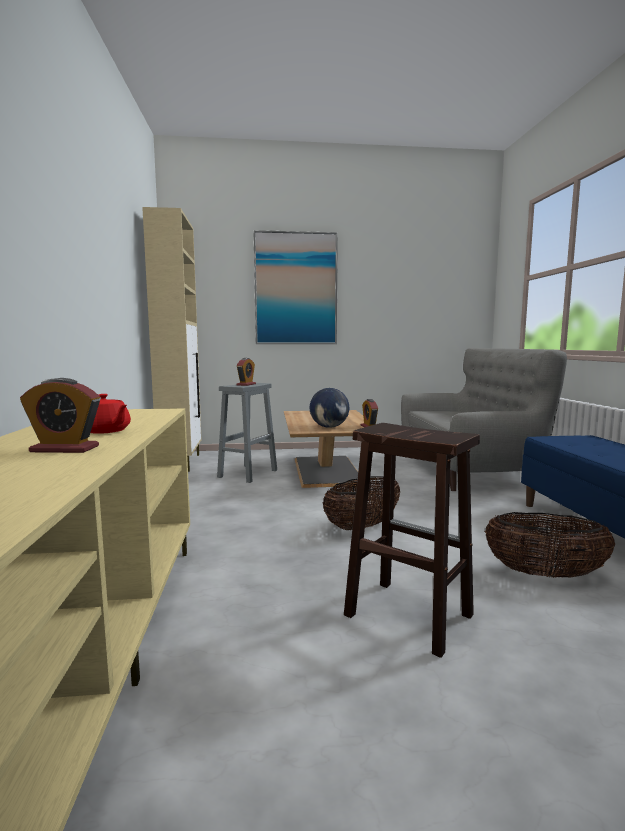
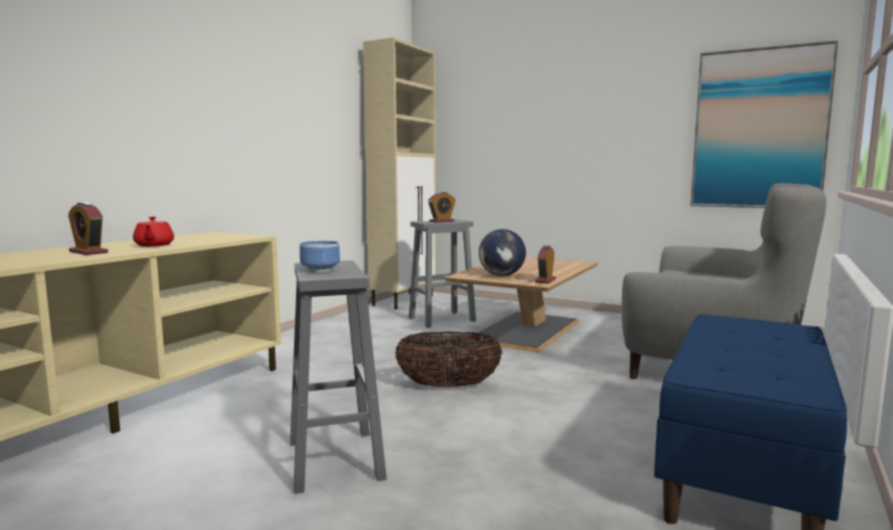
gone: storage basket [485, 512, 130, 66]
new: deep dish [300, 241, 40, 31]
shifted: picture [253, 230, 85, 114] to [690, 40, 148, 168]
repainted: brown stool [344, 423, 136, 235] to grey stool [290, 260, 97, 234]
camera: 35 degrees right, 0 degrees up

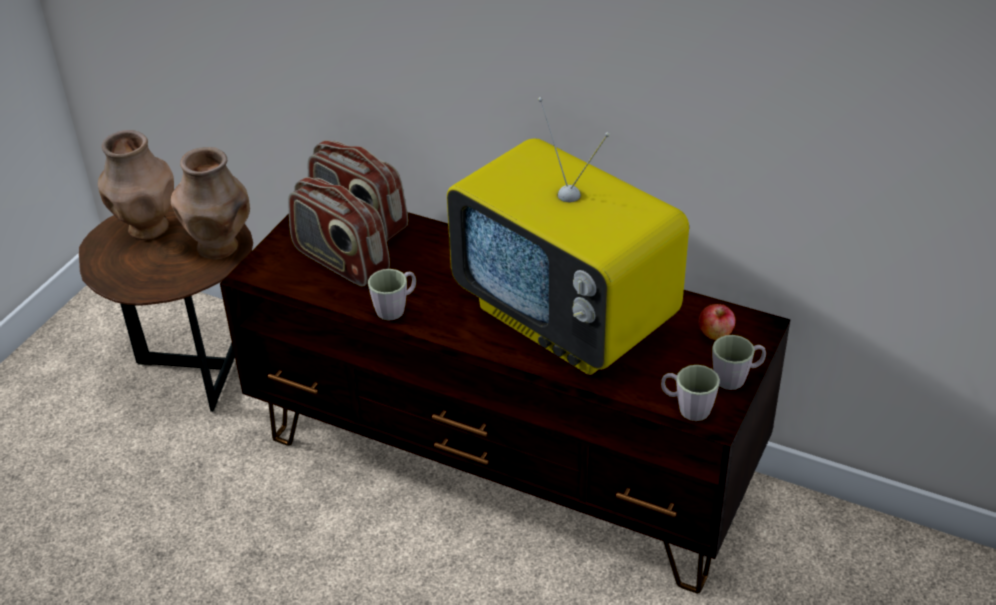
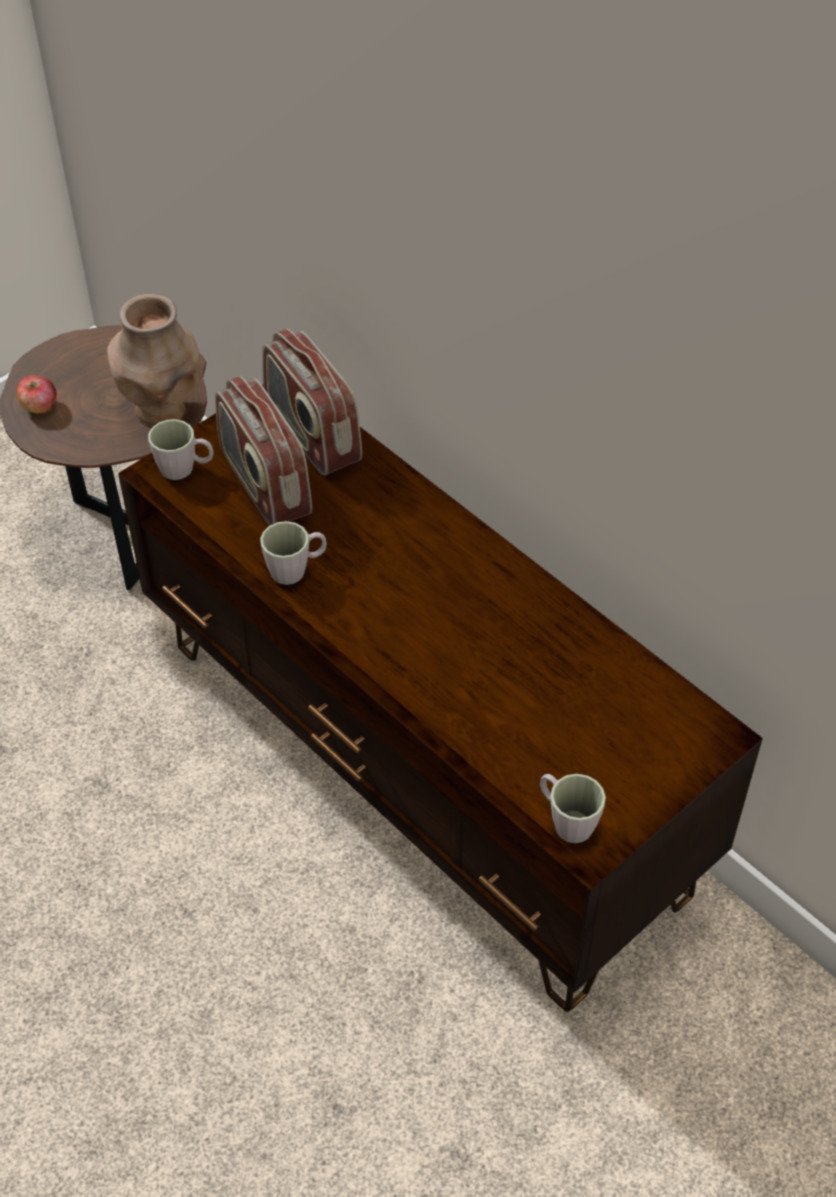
gone: brown decorative vase [98, 130, 76, 110]; TV [447, 97, 242, 278]
shifted: apple [699, 304, 37, 36] to [16, 375, 41, 39]; grey tea mug [712, 335, 54, 55] to [148, 419, 66, 61]
camera: 20 degrees right, 10 degrees up

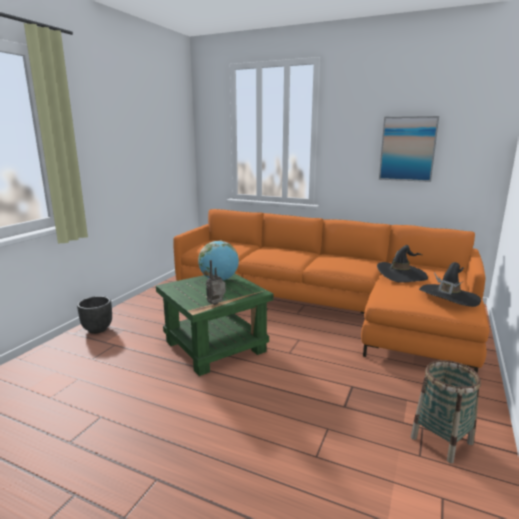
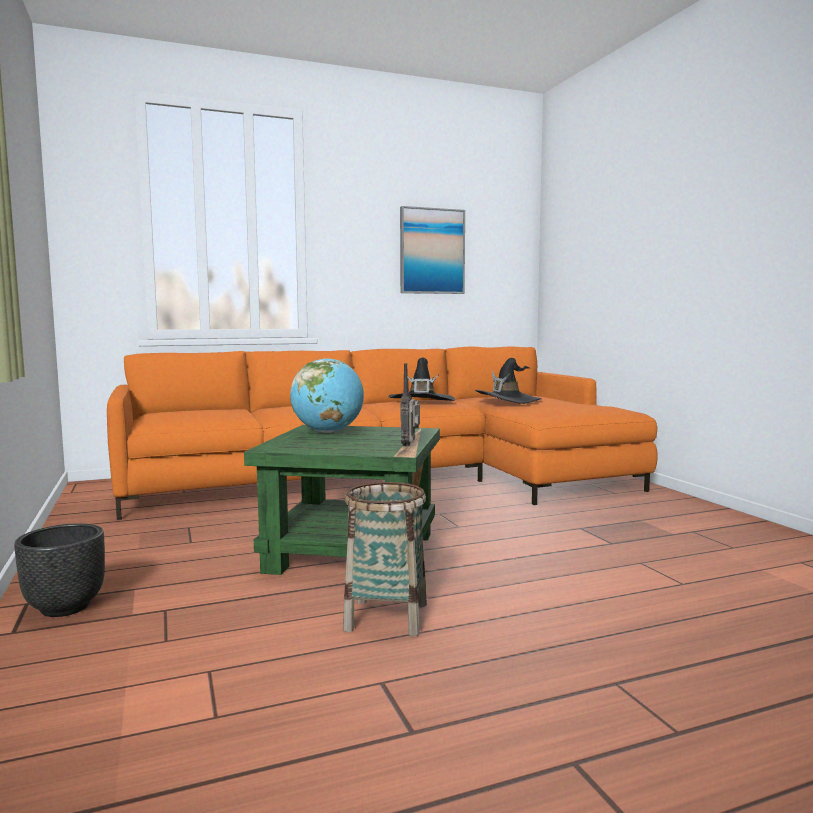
shifted: storage basket [411, 360, 70, 104] to [343, 482, 84, 154]; blackish clothing hat [419, 262, 62, 45] to [388, 357, 67, 44]
camera: 45 degrees left, 10 degrees down

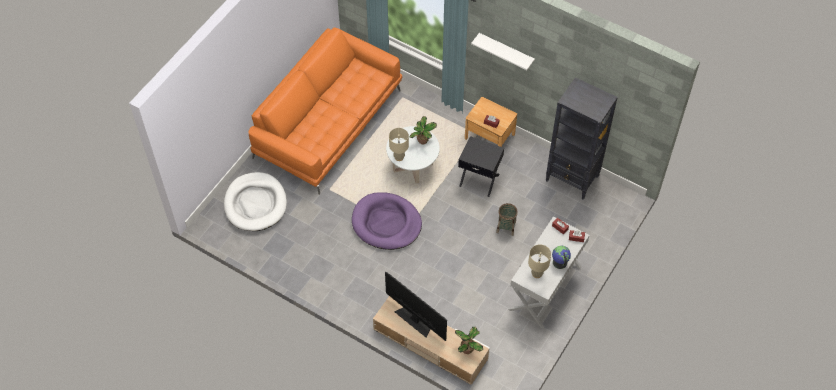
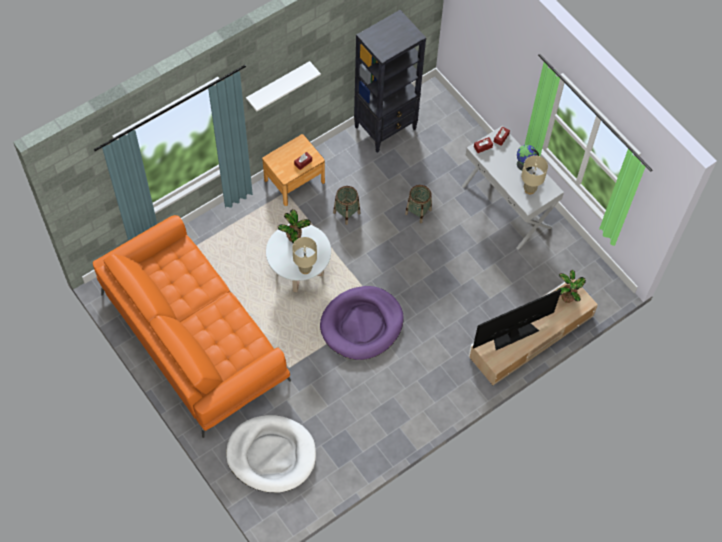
swapped: blackish end table [458, 136, 46, 61] to storage basket [333, 186, 27, 39]
camera: 70 degrees left, 5 degrees up

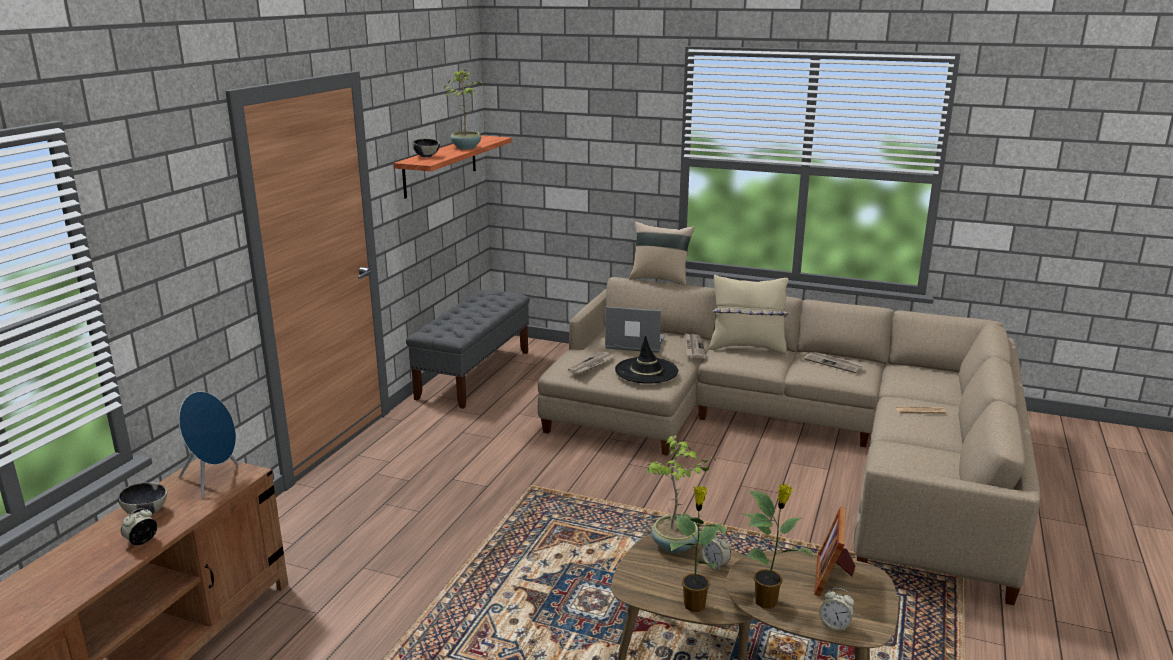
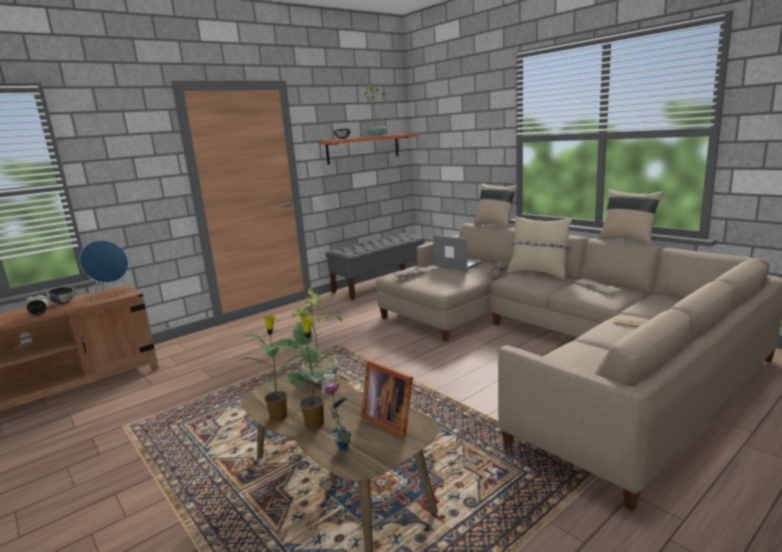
gone: blackish clothing hat [615, 335, 63, 49]
new: sand-coloured pillow [598, 189, 66, 56]
swapped: table clock [819, 588, 35, 44] to decorative vase [325, 383, 26, 69]
rotated: photo frame [814, 507, 41, 89] = [361, 360, 52, 78] 90 degrees counterclockwise
camera: 30 degrees right, 5 degrees down

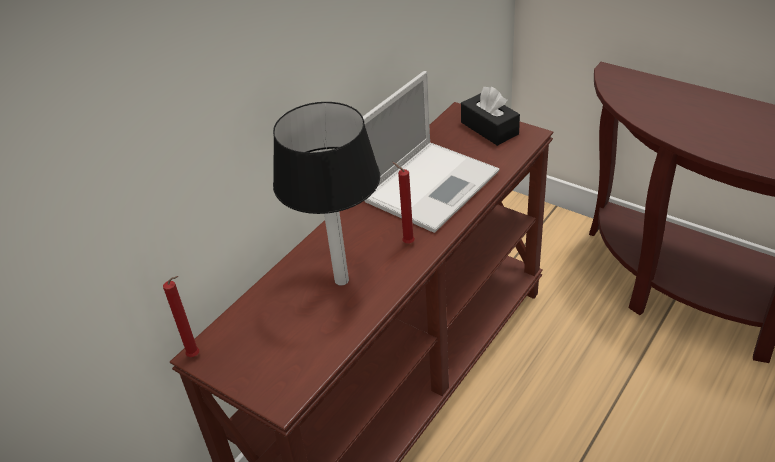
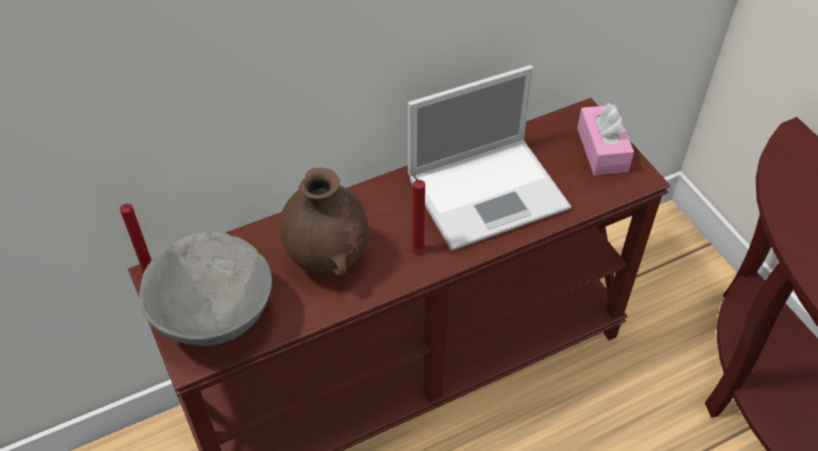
new: grey deep dish [139, 231, 133, 115]
swapped: table lamp [273, 102, 107, 183] to brown decorative vase [280, 168, 89, 108]
repainted: blackish tissue holder [461, 86, 59, 60] to pink tissue holder [577, 103, 57, 72]
camera: 25 degrees right, 10 degrees up

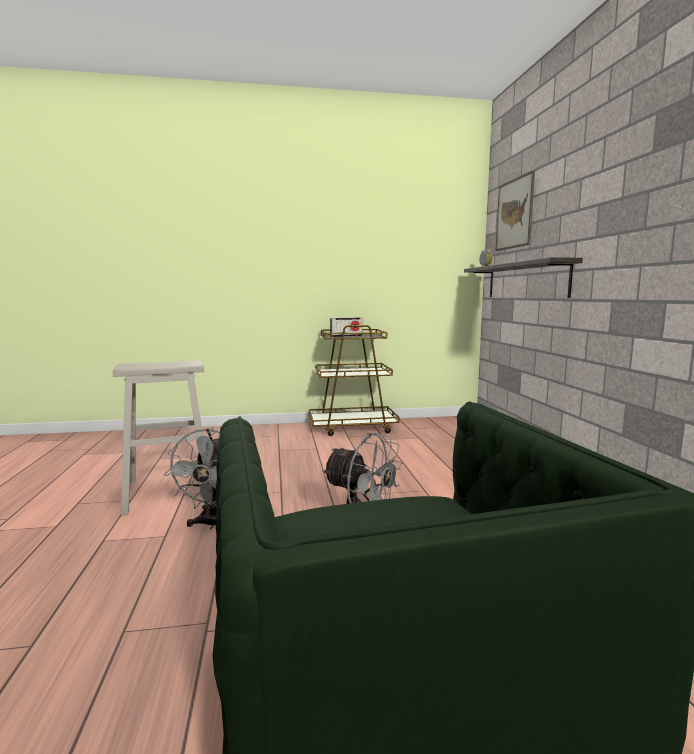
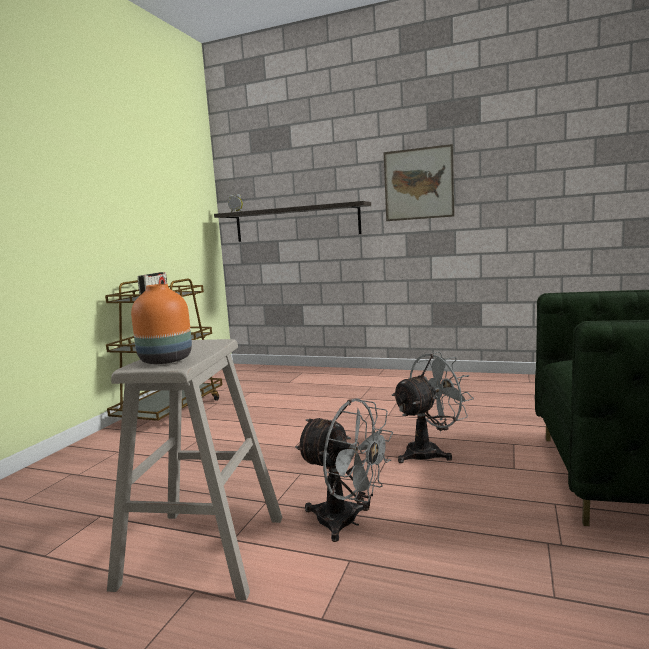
new: orange decorative vase [131, 284, 61, 80]
shifted: picture [495, 170, 40, 81] to [384, 144, 71, 77]
camera: 60 degrees left, 0 degrees up

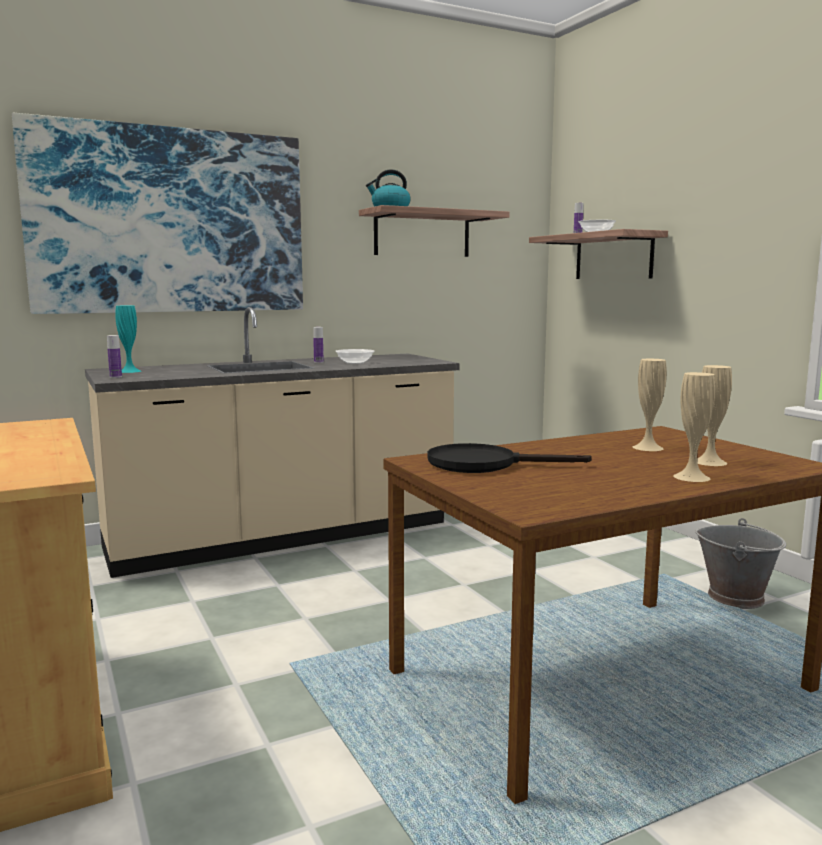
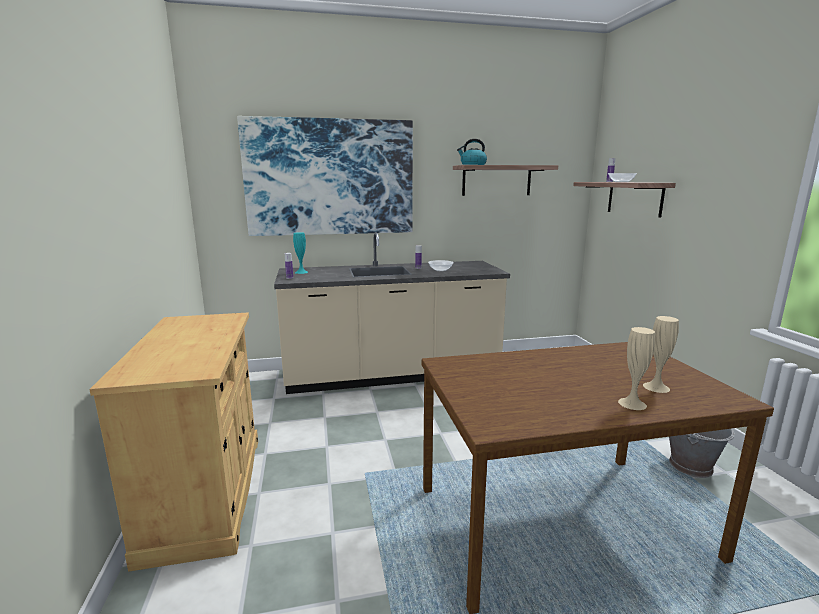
gone: blackish frying pan [427, 443, 165, 30]; sand-coloured decorative vase [633, 359, 34, 92]
camera: 15 degrees right, 5 degrees up

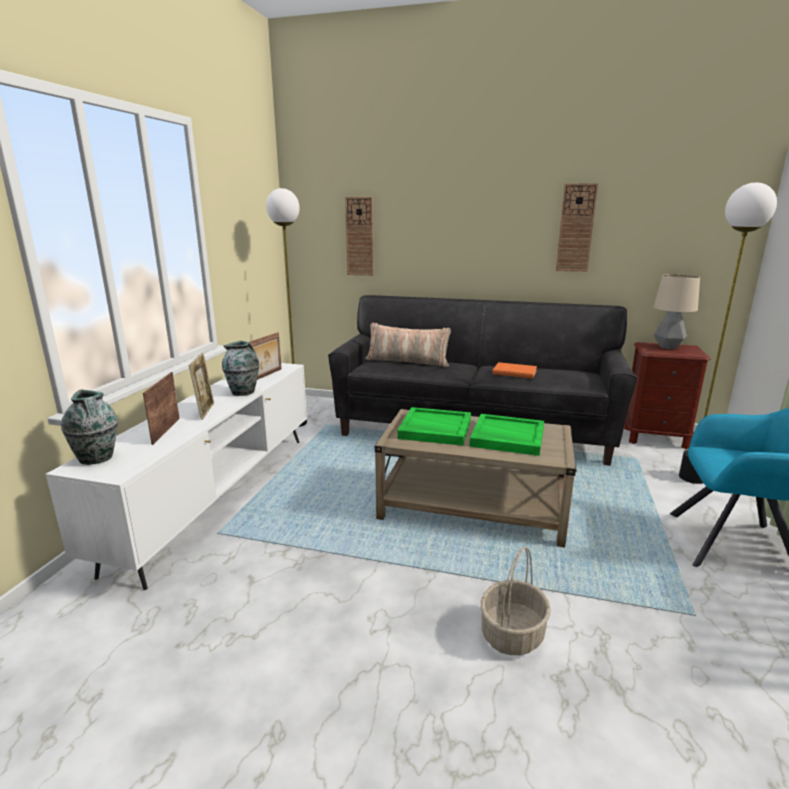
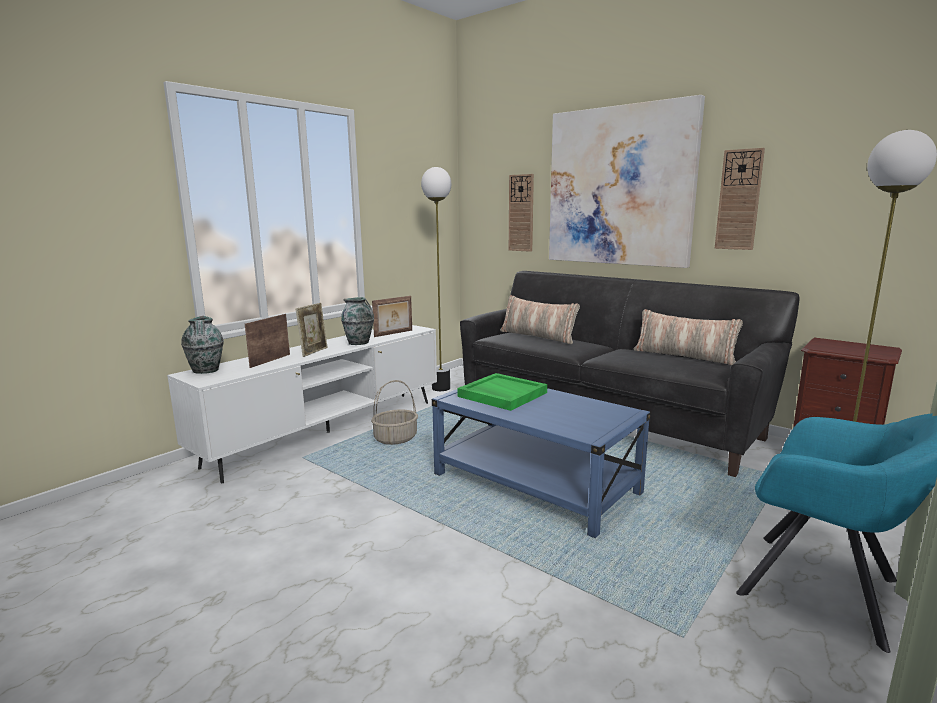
gone: green serving tray [469, 414, 75, 42]; orange book [492, 362, 45, 16]; table lamp [653, 274, 47, 75]
new: picture [549, 95, 156, 173]; pillow [633, 309, 110, 56]
shifted: storage basket [481, 547, 70, 108] to [371, 380, 47, 65]
repainted: sand-coloured coffee table [374, 409, 203, 138] to bluish coffee table [432, 388, 219, 150]
camera: 25 degrees right, 5 degrees down

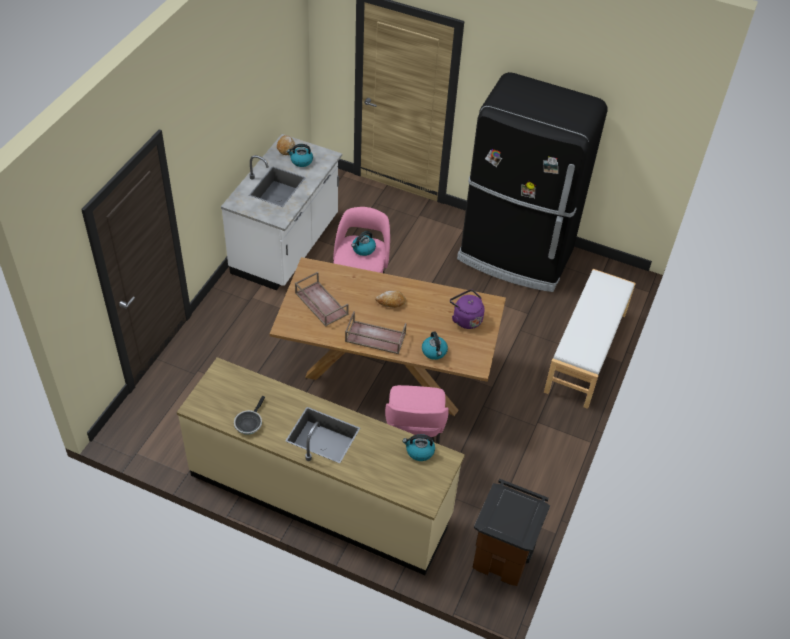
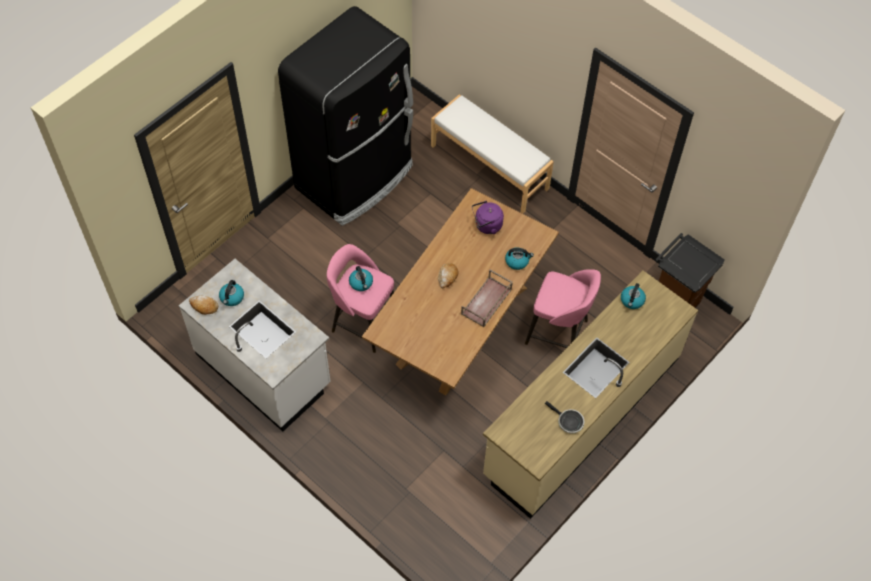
gone: brown serving tray [295, 272, 54, 54]
camera: 70 degrees left, 10 degrees up

